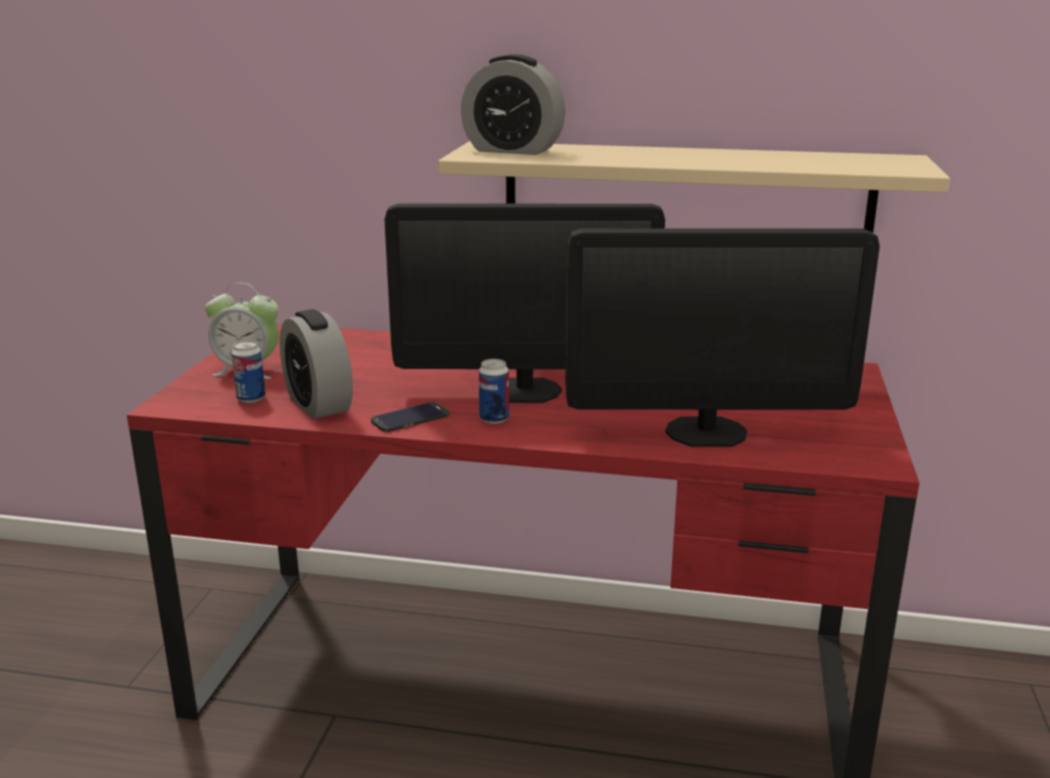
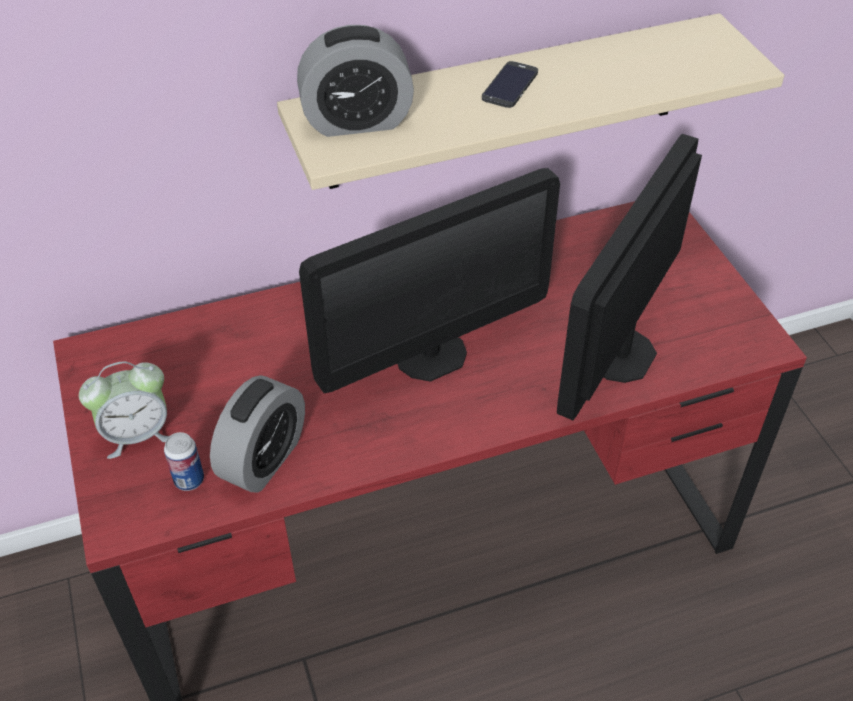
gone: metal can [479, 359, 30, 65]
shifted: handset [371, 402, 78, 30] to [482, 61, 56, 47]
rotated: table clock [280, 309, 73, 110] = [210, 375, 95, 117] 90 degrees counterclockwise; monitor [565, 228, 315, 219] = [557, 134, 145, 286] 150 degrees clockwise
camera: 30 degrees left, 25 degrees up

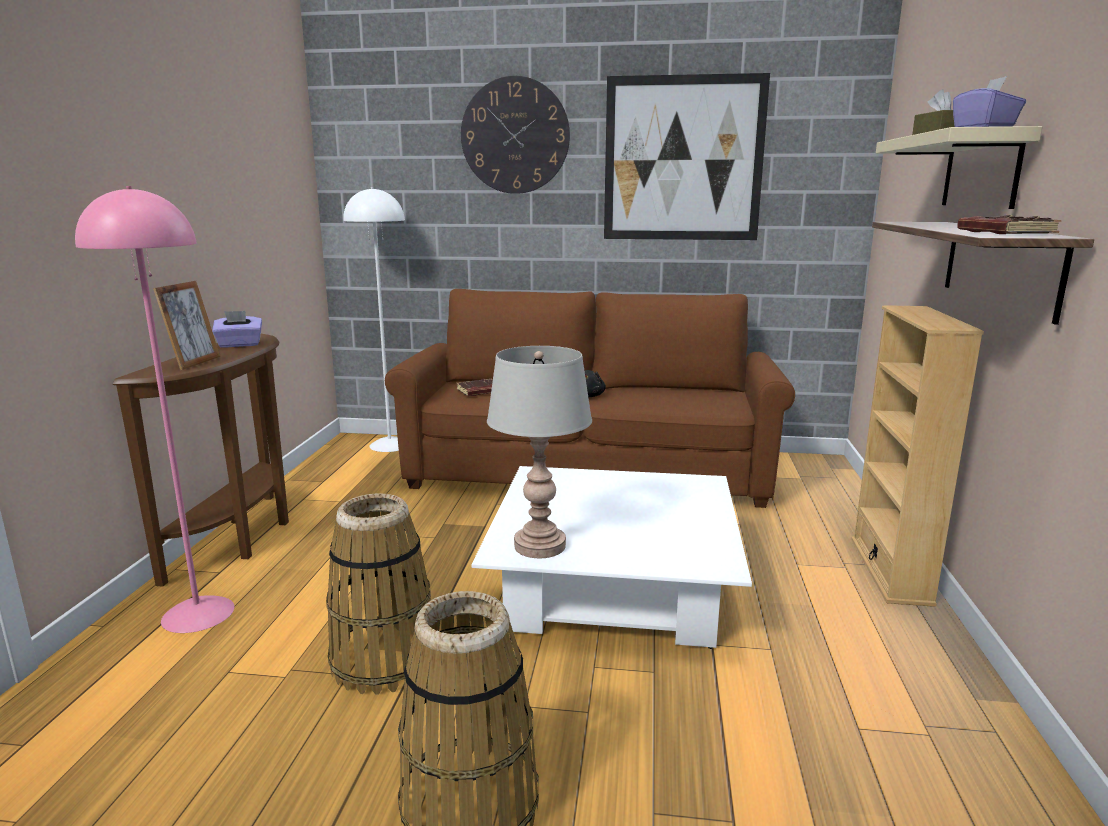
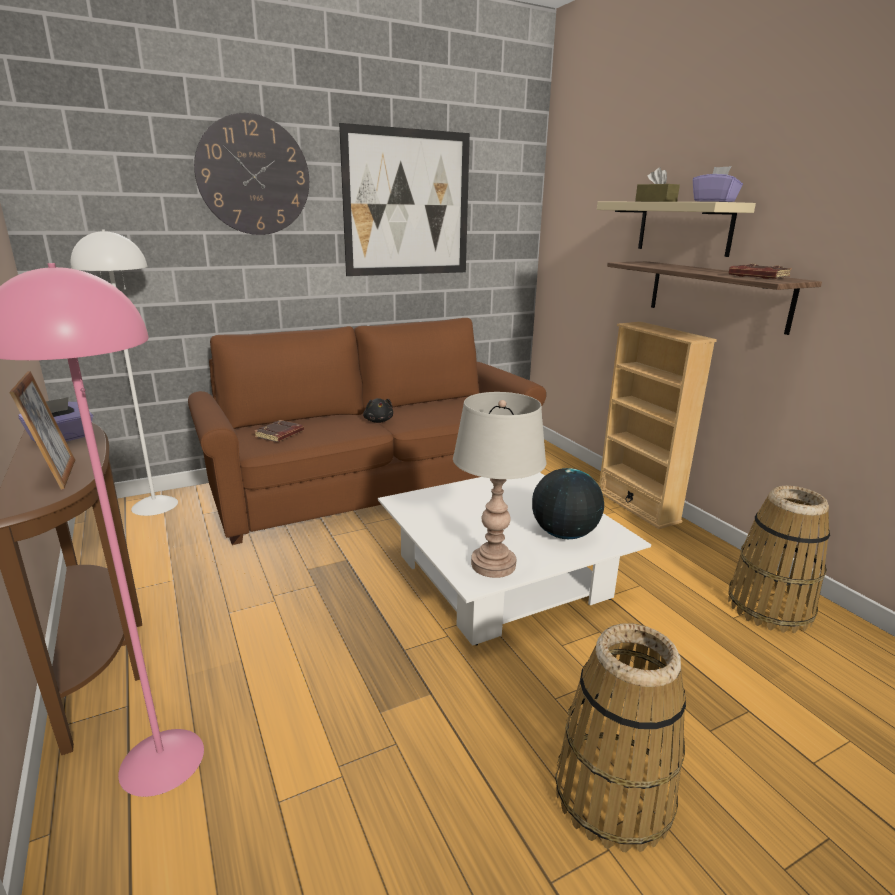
new: world globe [532, 468, 72, 71]
shifted: storage basket [326, 493, 105, 202] to [728, 486, 102, 147]
camera: 35 degrees left, 5 degrees up

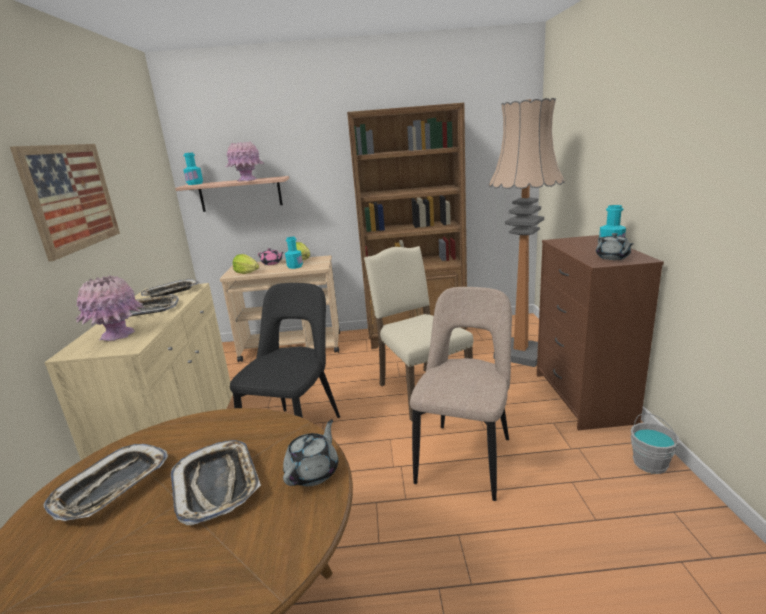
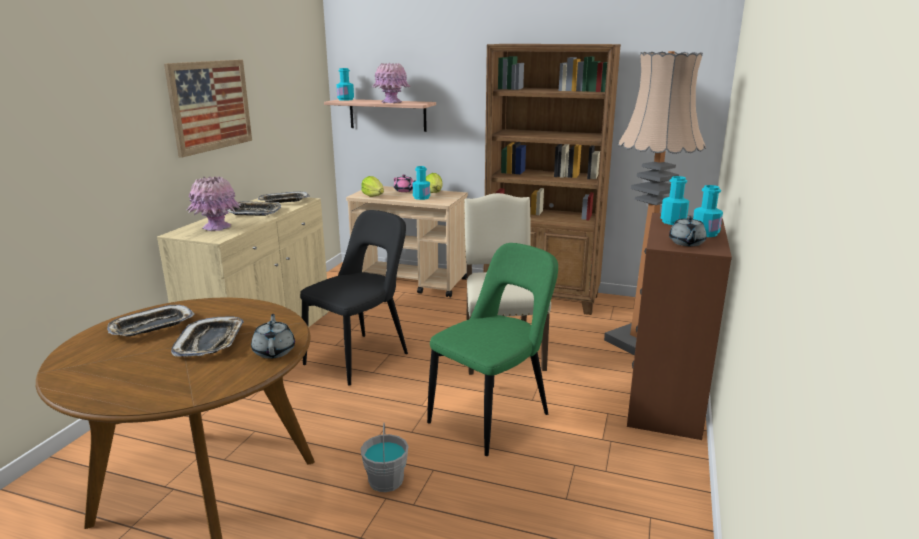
new: blue-green bottle [661, 176, 28, 49]
shifted: grey pail [630, 413, 50, 61] to [361, 423, 48, 69]
repainted: sand-coloured plain chair [410, 287, 102, 214] to green plain chair [427, 243, 131, 213]
rotated: grey tea pot [283, 419, 55, 67] = [251, 314, 44, 45] 60 degrees counterclockwise
camera: 20 degrees right, 0 degrees up

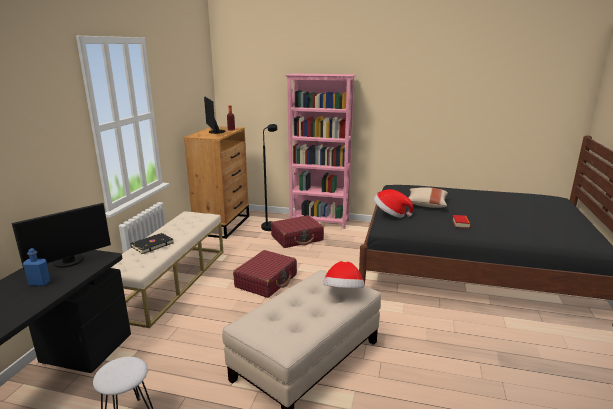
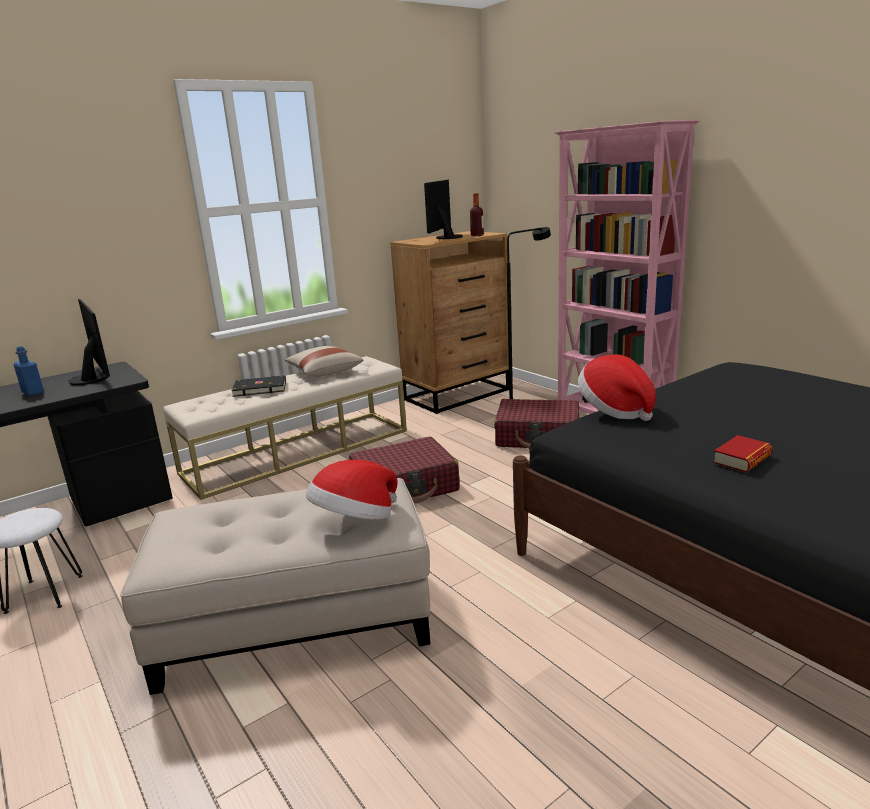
shifted: sand-coloured pillow [408, 187, 40, 21] to [285, 346, 79, 31]
rotated: monitor [12, 203, 99, 67] = [68, 299, 42, 86] 120 degrees counterclockwise
camera: 40 degrees right, 0 degrees up

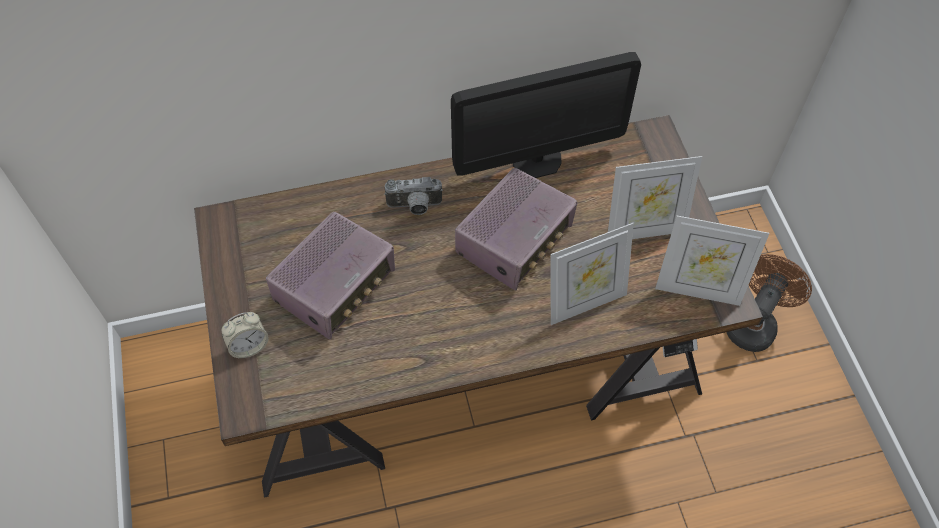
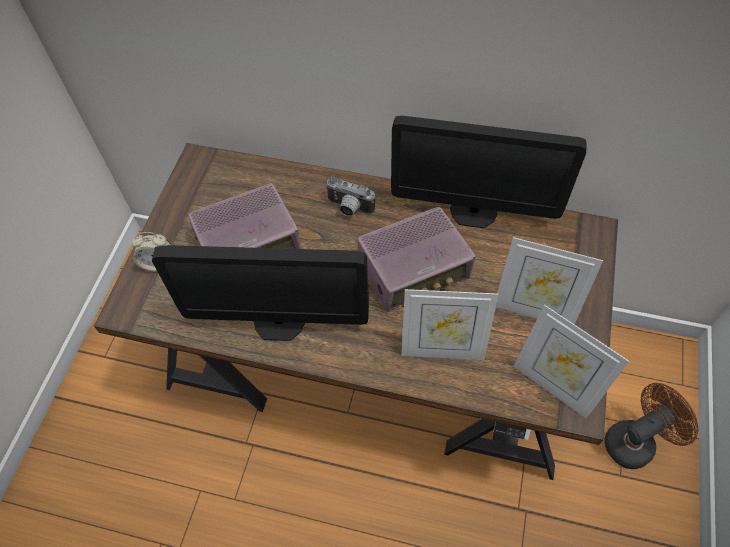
new: monitor [152, 245, 217, 96]
camera: 30 degrees right, 0 degrees up

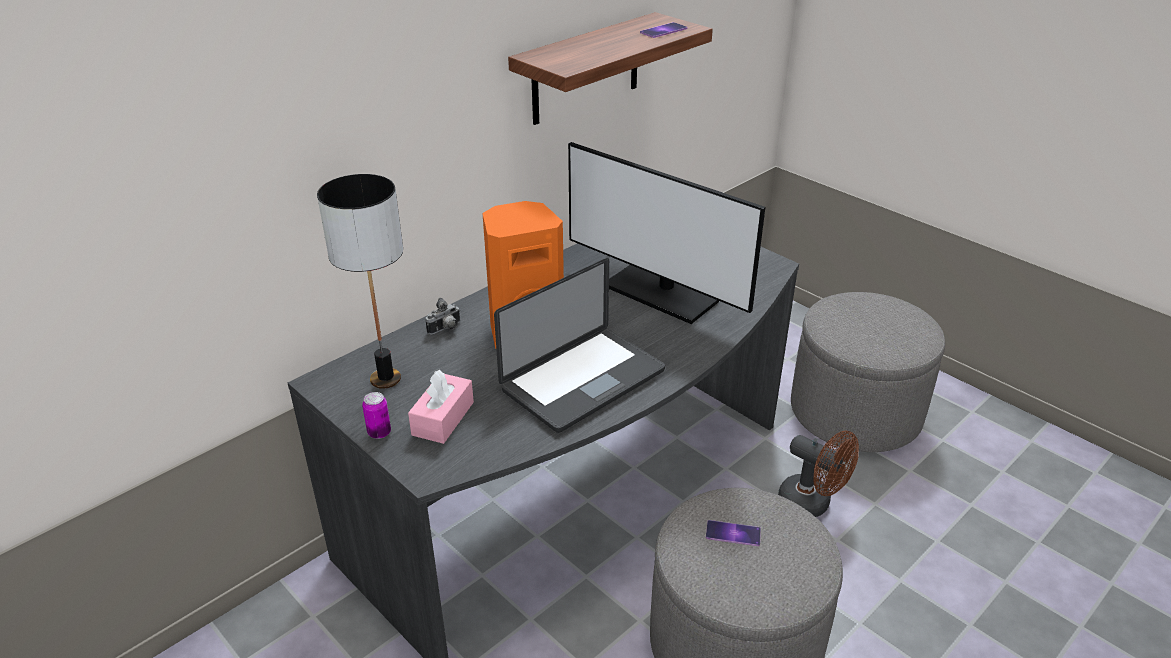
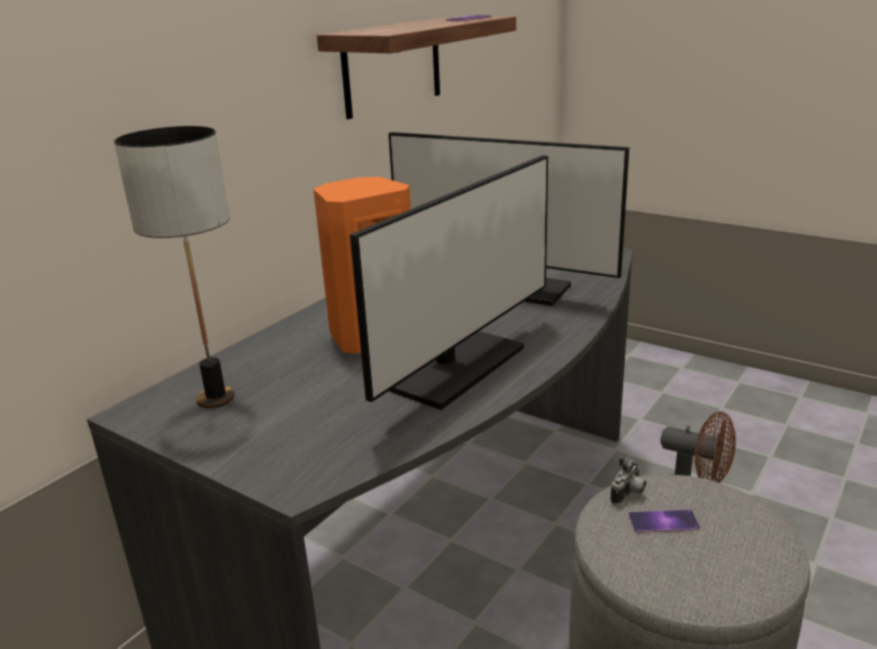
gone: metal can [362, 392, 29, 47]; pink tissue holder [408, 370, 66, 74]; grey ottoman [791, 292, 154, 160]
shifted: photo camera [425, 298, 35, 37] to [610, 456, 36, 48]
swapped: portable computer [494, 258, 171, 175] to monitor [350, 155, 198, 255]
camera: 10 degrees left, 10 degrees down

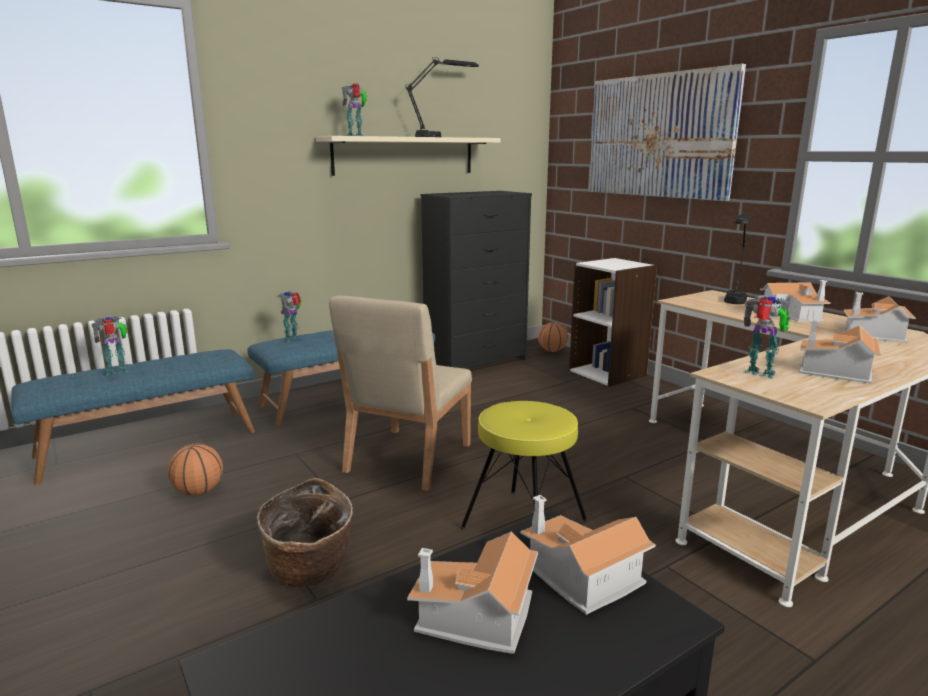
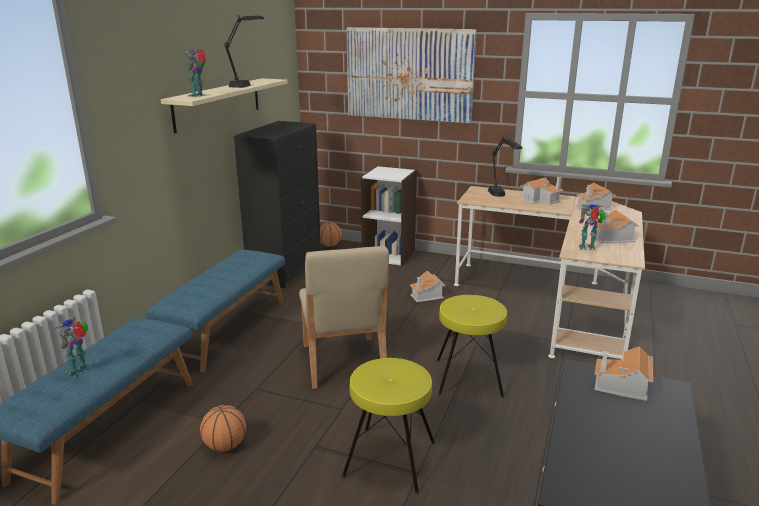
gone: model robot [277, 291, 25, 51]
shifted: model house [407, 531, 131, 123] to [410, 271, 36, 31]
swapped: storage basket [257, 478, 96, 109] to yellowish stool [342, 358, 93, 136]
camera: 35 degrees left, 5 degrees up

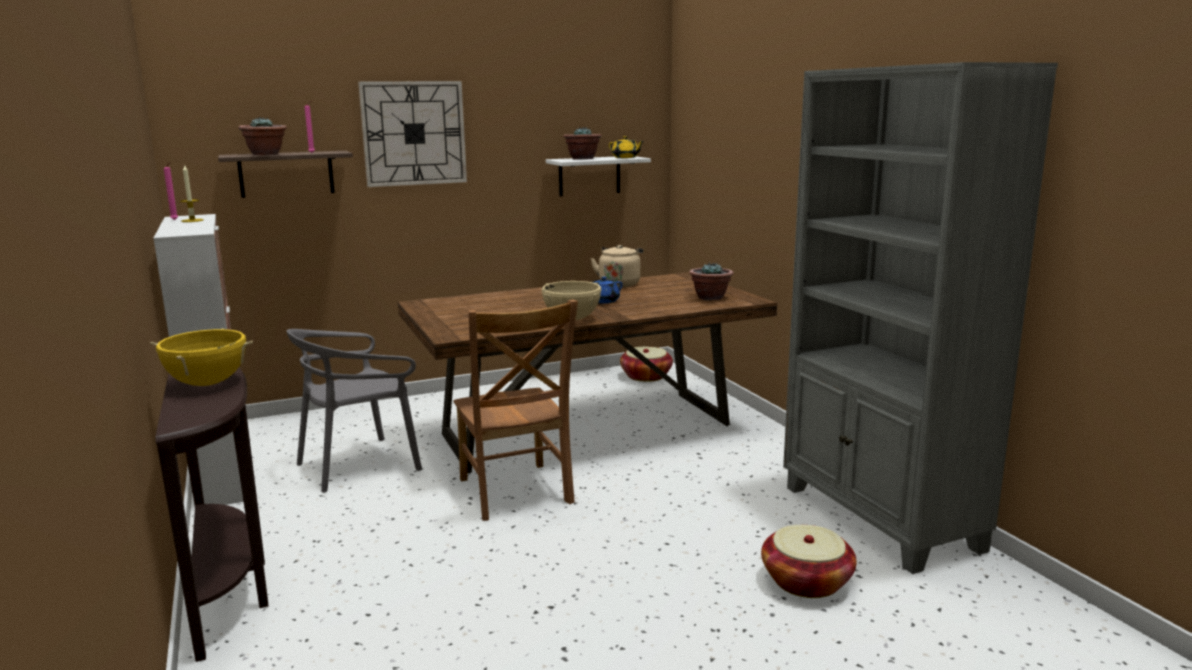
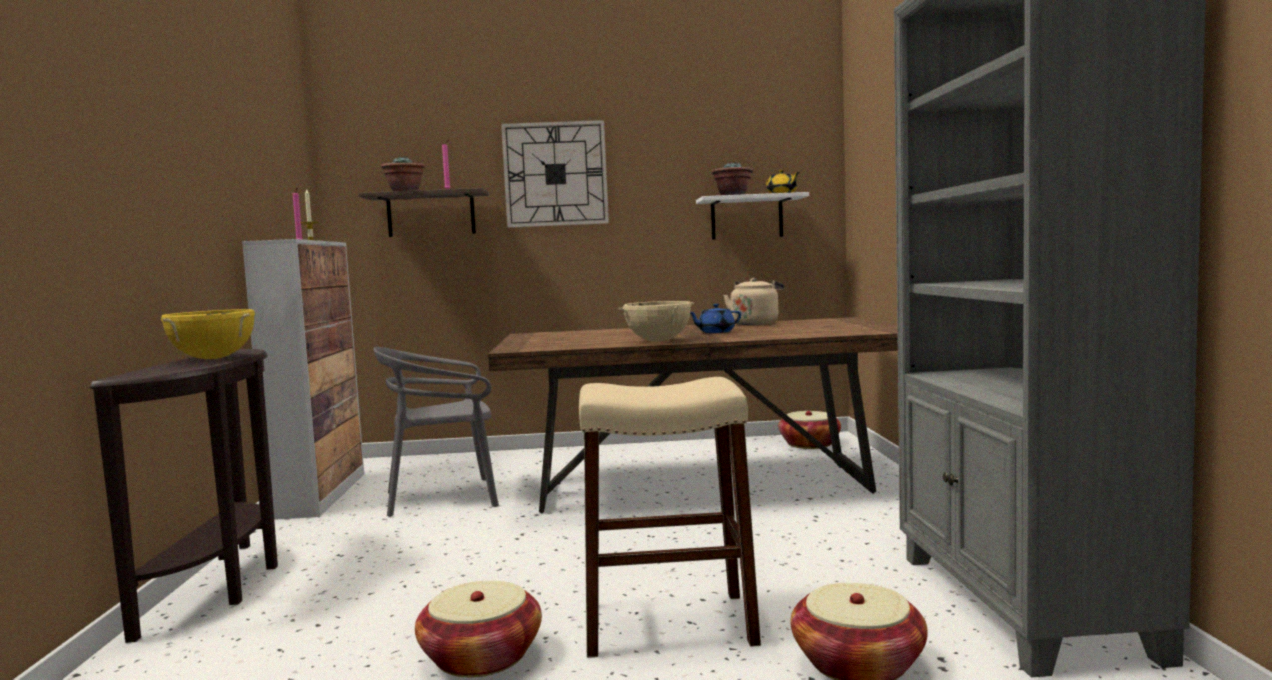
gone: brown plain chair [453, 299, 125, 222]; plant in a pot [689, 262, 44, 38]
new: storage basket [415, 581, 127, 96]; sand-coloured stool [579, 377, 182, 281]
camera: 20 degrees right, 10 degrees down

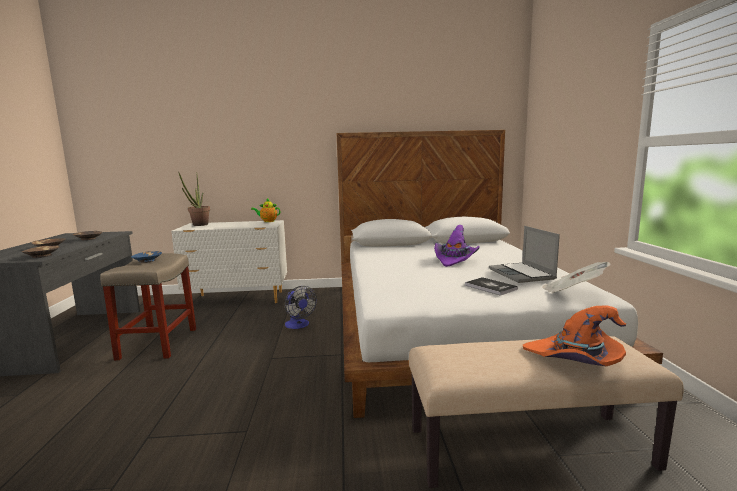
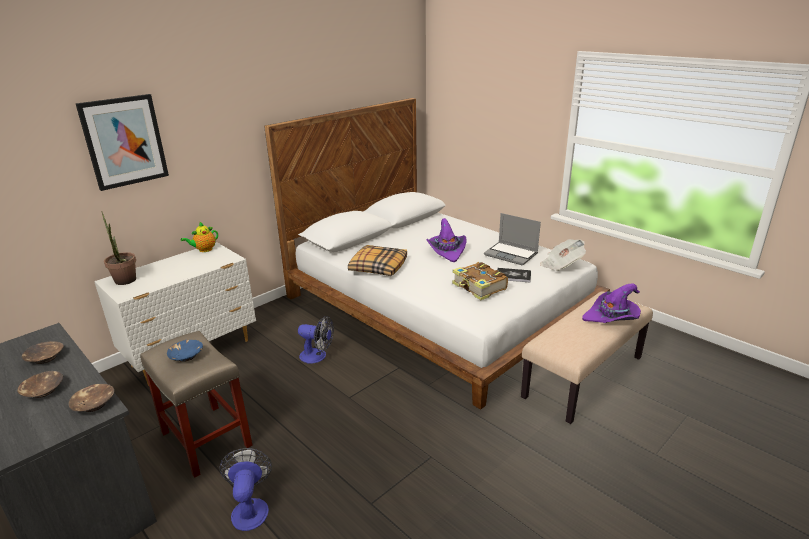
new: picture [76, 94, 93, 97]; cooling fan [220, 448, 52, 83]; pillow [348, 245, 59, 31]; book [452, 262, 56, 38]
repainted: orange clothing hat [523, 306, 103, 60] to purplish clothing hat [582, 284, 59, 39]
camera: 40 degrees left, 15 degrees up

